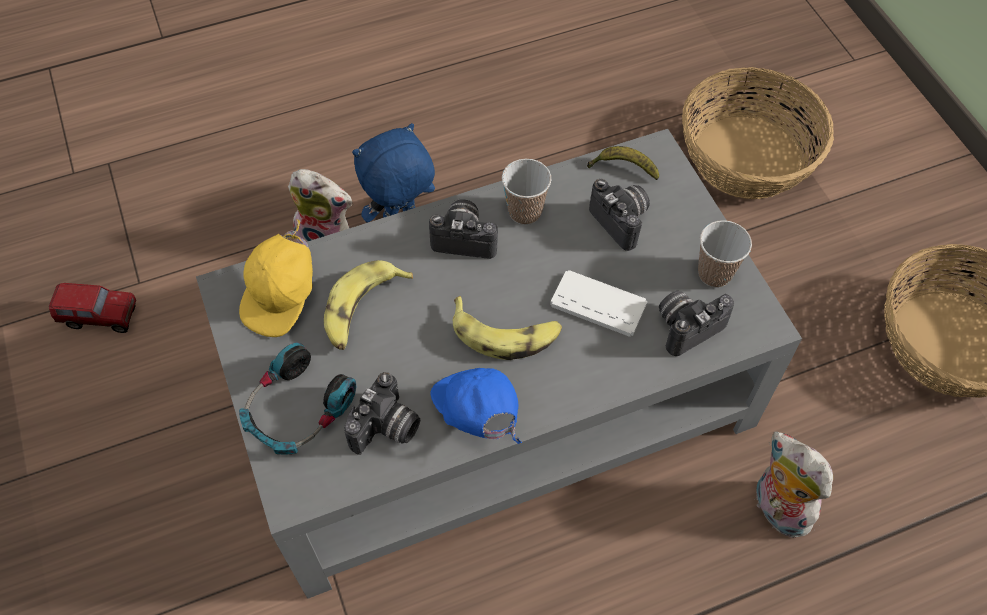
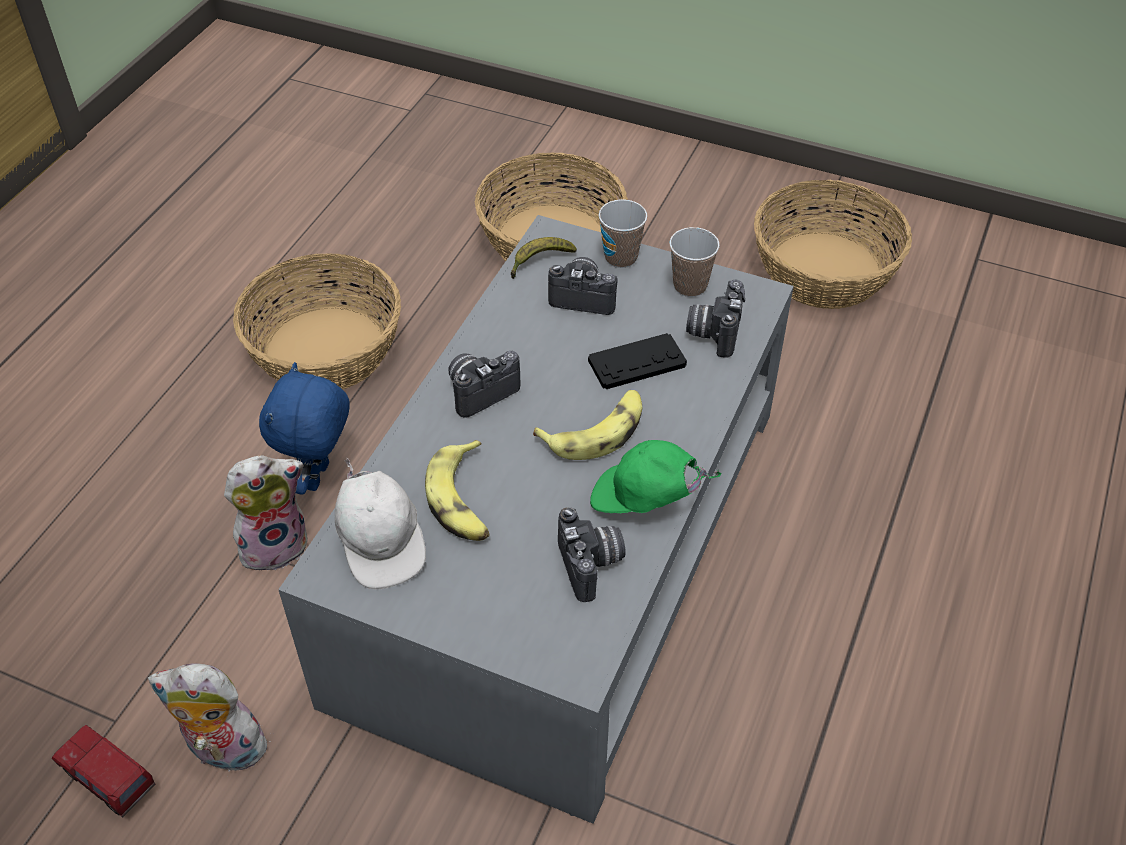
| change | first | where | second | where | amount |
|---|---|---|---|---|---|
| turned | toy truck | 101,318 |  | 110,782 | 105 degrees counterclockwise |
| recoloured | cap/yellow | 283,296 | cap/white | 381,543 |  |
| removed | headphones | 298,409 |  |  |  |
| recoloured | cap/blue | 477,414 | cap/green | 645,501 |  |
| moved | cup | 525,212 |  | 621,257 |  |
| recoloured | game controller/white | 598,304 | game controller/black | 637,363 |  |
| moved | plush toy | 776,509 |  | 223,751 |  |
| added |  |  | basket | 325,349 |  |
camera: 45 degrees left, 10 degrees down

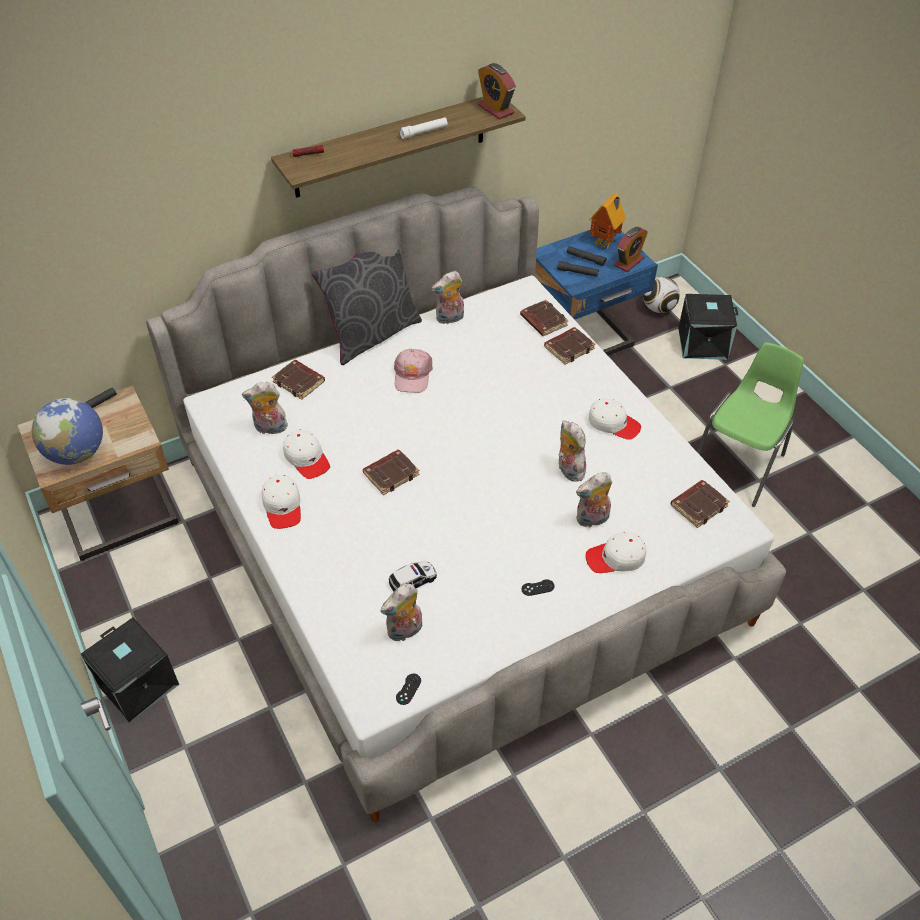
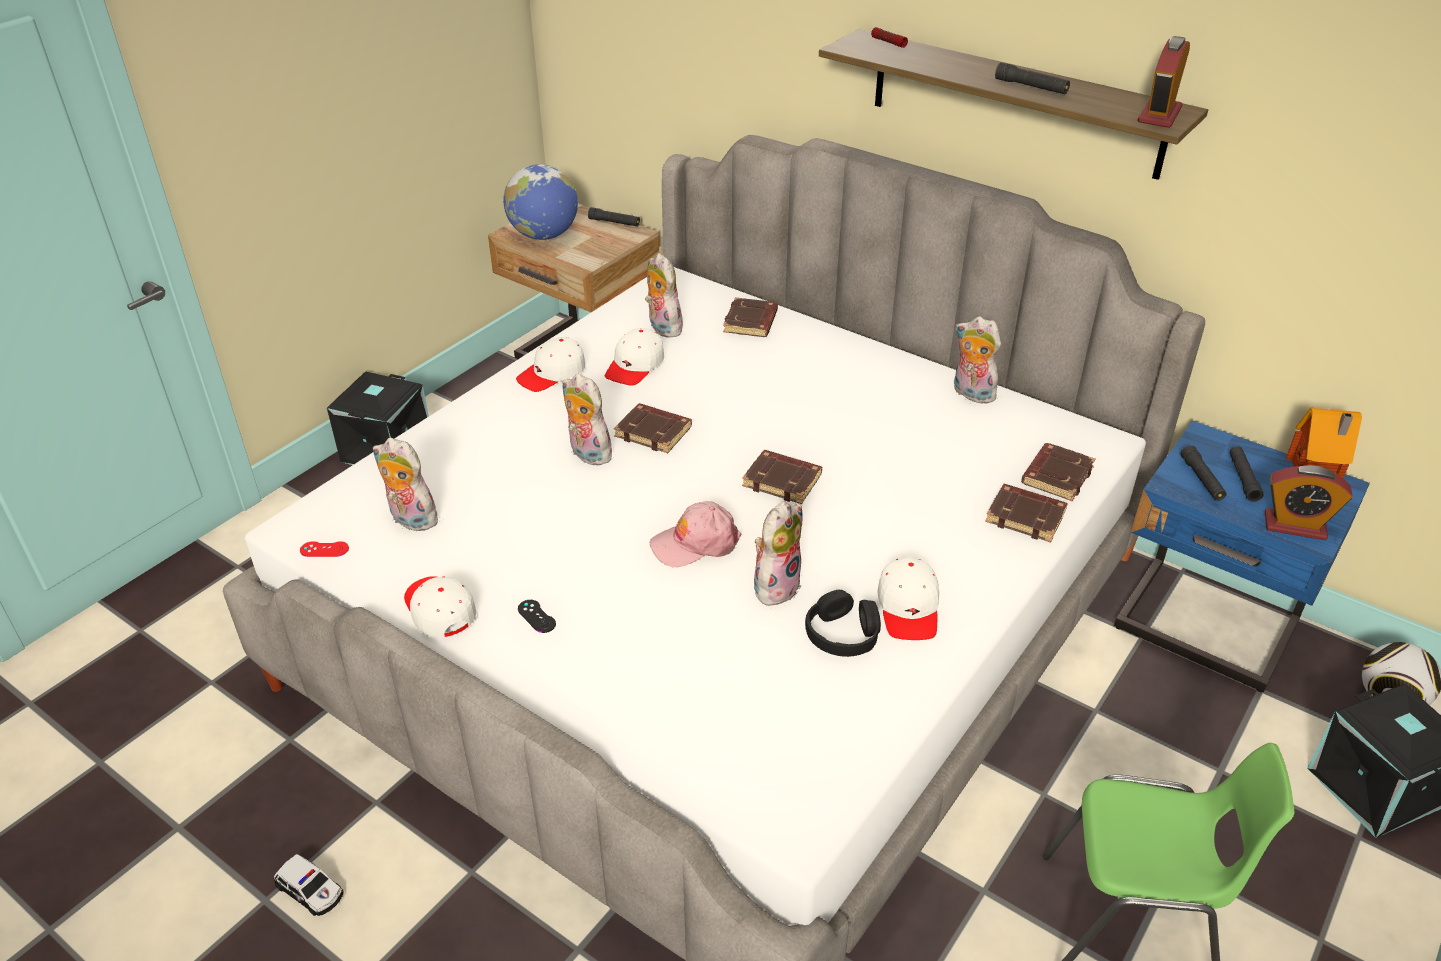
| change | first | where | second | where | amount |
|---|---|---|---|---|---|
| removed | pillow/grey | 372,334 |  |  |  |
| moved | toy car | 413,580 |  | 311,890 |  |
| moved | cap/pink | 412,375 |  | 695,543 |  |
| recoloured | game controller/black | 408,689 | game controller/red | 324,549 |  |
| recoloured | flashlight/white | 424,132 | flashlight/black | 1031,87 |  |
| moved | plush toy | 592,520 |  | 587,454 |  |
| moved | cap/white | 616,558 |  | 439,610 |  |
| moved | book/brown | 698,505 |  | 783,481 |  |
| added |  |  | headphones/black | 842,634 |  |
camera: 65 degrees right, 10 degrees down

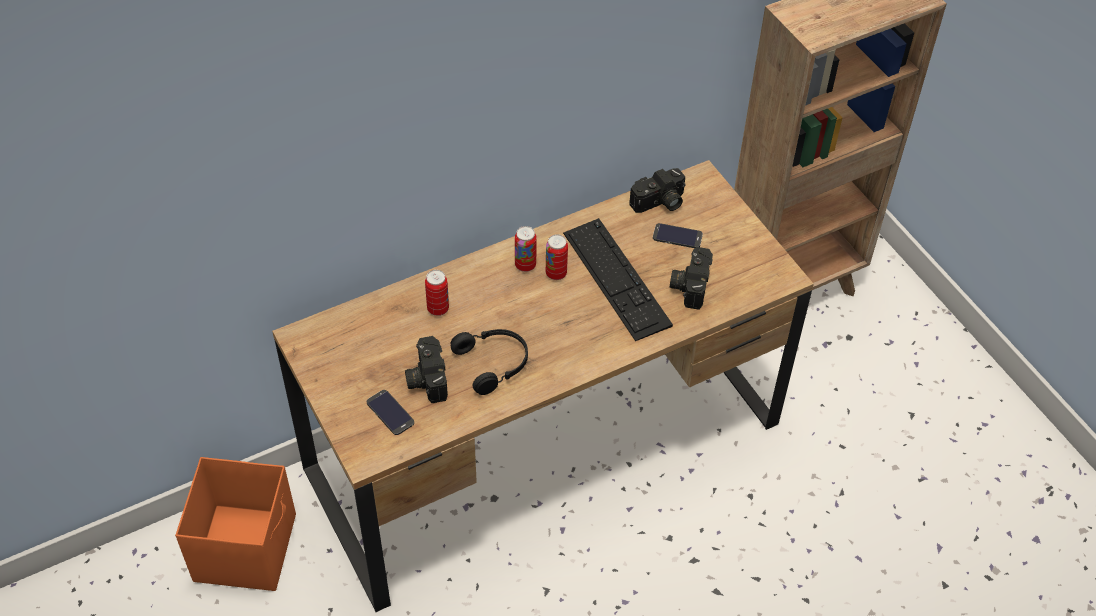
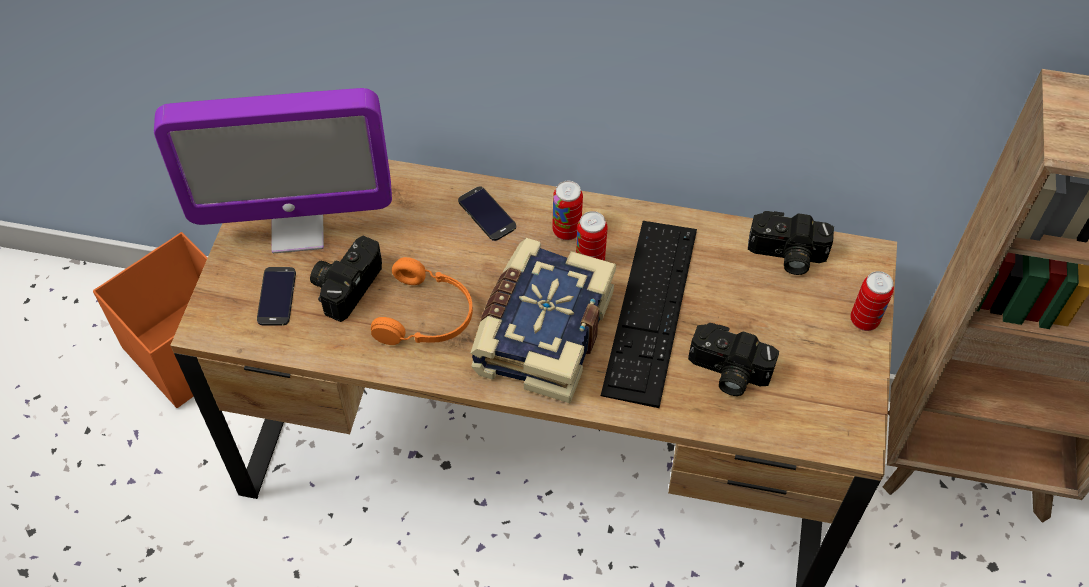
| change | first | where | second | where | amount |
|---|---|---|---|---|---|
| moved | can | 438,309 |  | 864,320 |  |
| recoloured | headphones/black | 494,363 | headphones/orange | 427,315 |  |
| moved | phone | 677,236 |  | 487,214 |  |
| turned | photo camera | 689,284 |  | 727,372 | 120 degrees counterclockwise |
| added |  |  | monitor | 297,228 |  |
| added |  |  | book | 541,332 |  |
camera: 40 degrees right, 5 degrees up

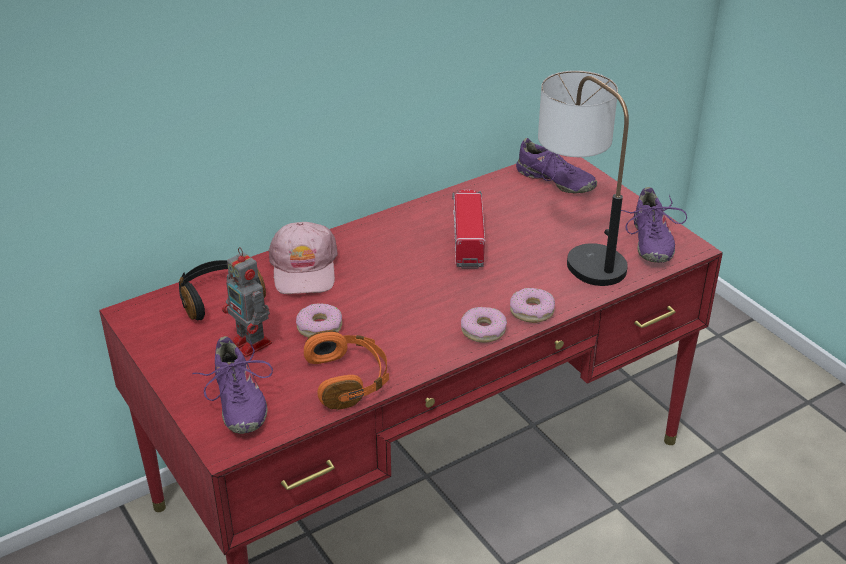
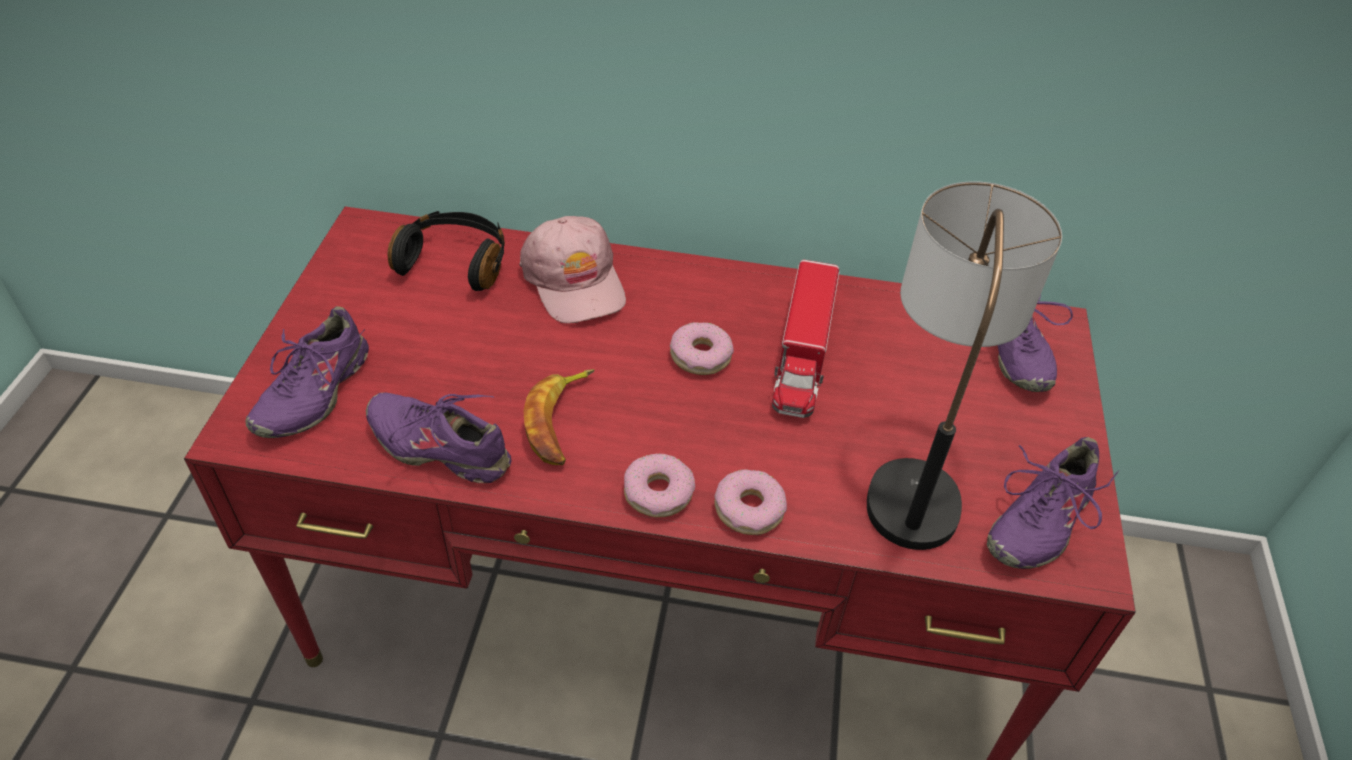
| change | first | where | second | where | amount |
|---|---|---|---|---|---|
| removed | toy robot | 252,344 |  |  |  |
| turned | cap/pink | 304,268 |  | 575,281 | 60 degrees counterclockwise |
| moved | donut | 319,327 |  | 700,356 |  |
| replaced | headphones/orange | 349,380 | shoe/purple | 440,446 |  |
| turned | toy truck | 467,235 |  | 802,354 | 150 degrees clockwise |
| added |  |  | banana | 560,421 |  |
camera: 40 degrees right, 10 degrees up

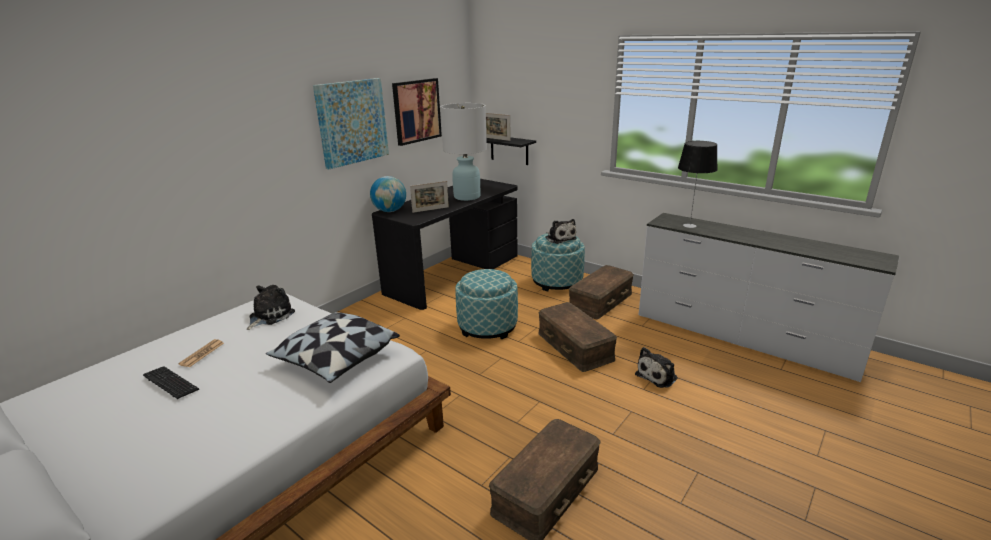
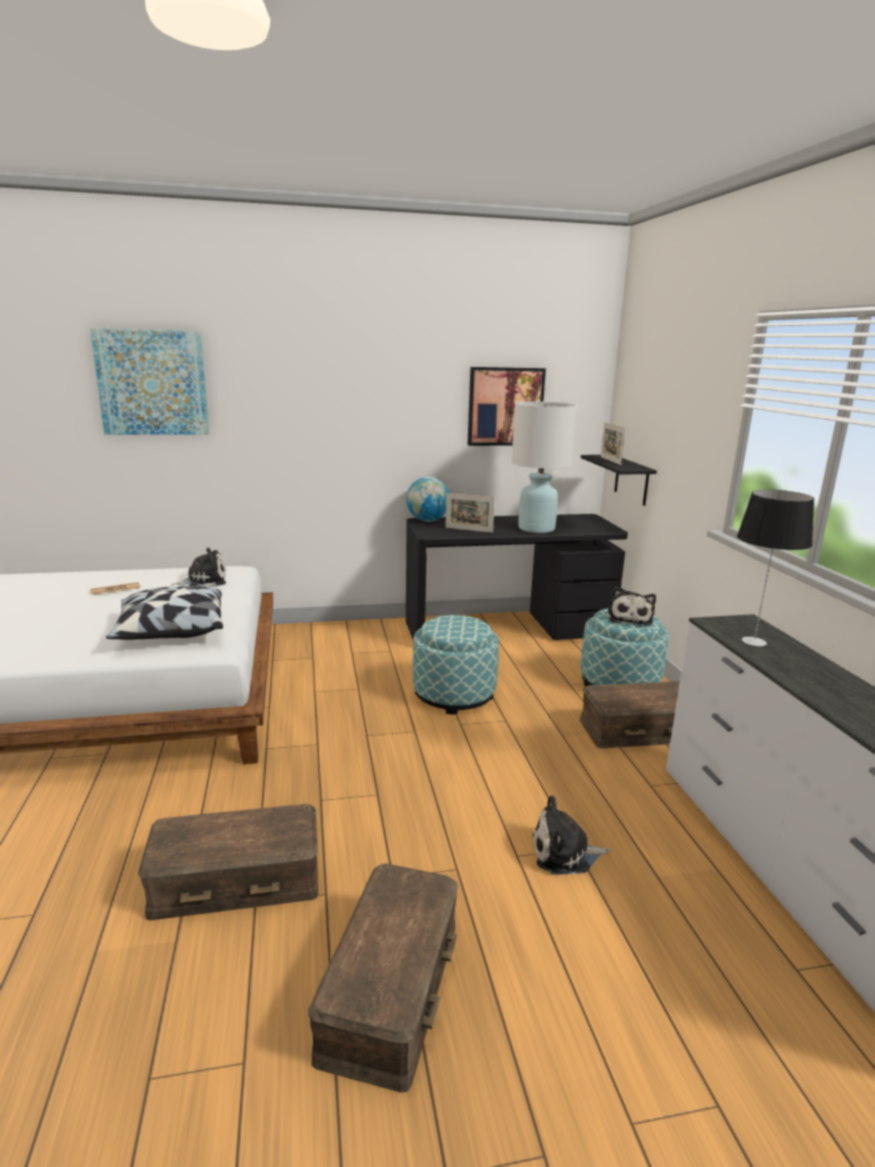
| change | first | where | second | where | amount |
|---|---|---|---|---|---|
| removed | keyboard | 171,383 |  |  |  |
| moved | picture | 352,122 |  | 152,383 |  |
| moved | storage box/brown | 575,346 |  | 392,988 |  |
camera: 40 degrees right, 5 degrees down

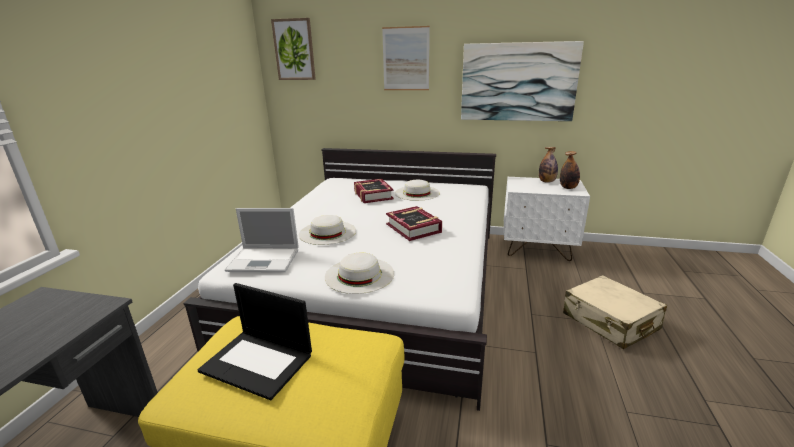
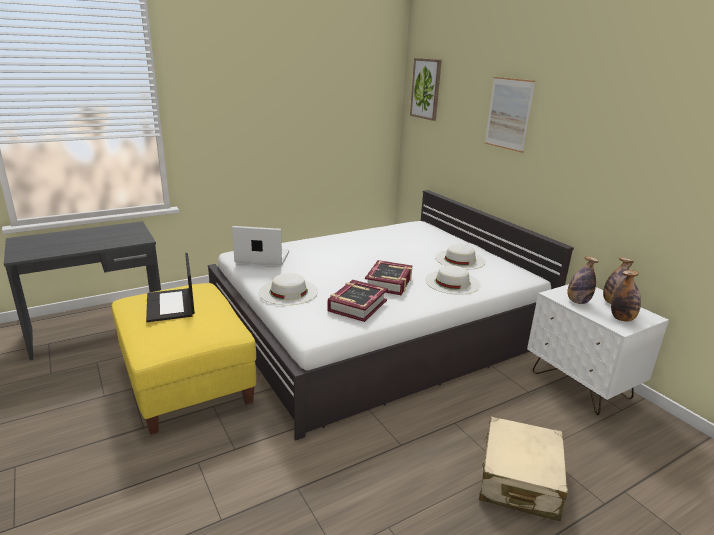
| change | first | where | second | where | amount |
|---|---|---|---|---|---|
| turned | laptop | 265,260 |  | 261,257 | 135 degrees clockwise |
| moved | hat/white | 327,232 |  | 452,282 |  |
| moved | book | 373,195 |  | 357,305 |  |
| removed | picture | 518,82 |  |  |  |
| added |  |  | bottle | 577,302 |  |
camera: 45 degrees right, 0 degrees up

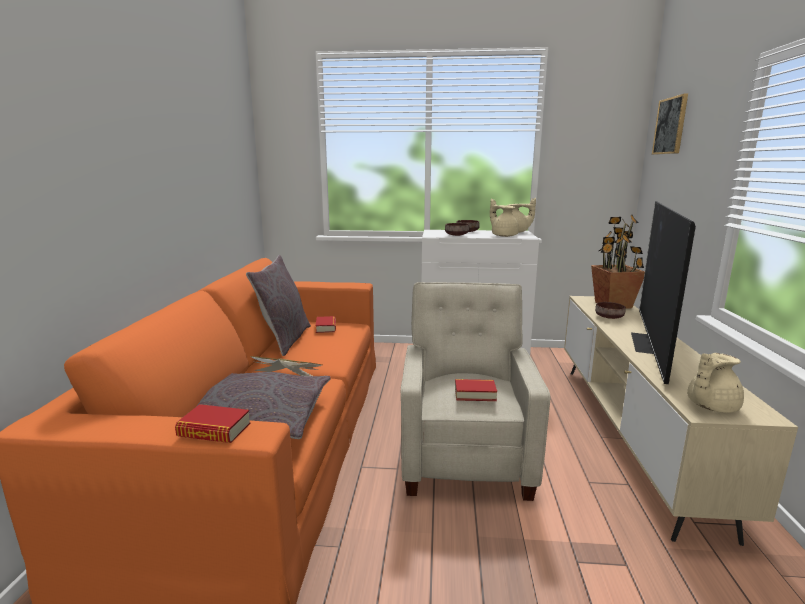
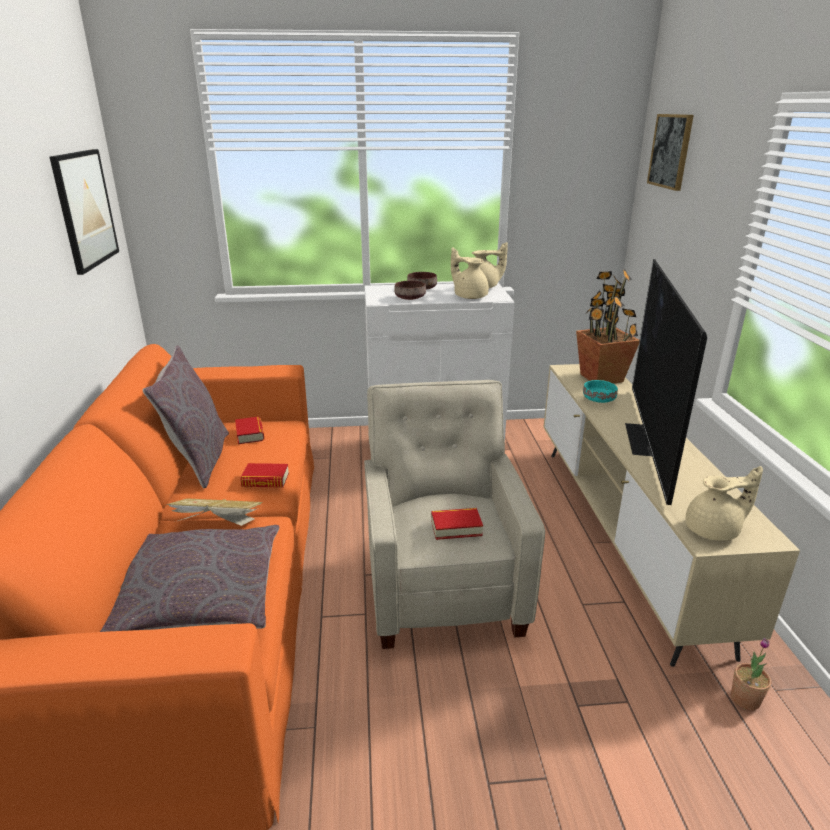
| change | first | where | second | where | amount |
|---|---|---|---|---|---|
| moved | book | 214,430 |  | 265,480 |  |
| recoloured | bowl/brown | 609,317 | bowl/turquoise | 599,399 |  |
| turned | teapot/beige | 710,406 |  | 714,530 | 150 degrees counterclockwise |
| added |  |  | picture | 85,209 |  |
| added |  |  | potted plant | 745,699 |  |
camera: 10 degrees left, 10 degrees up

